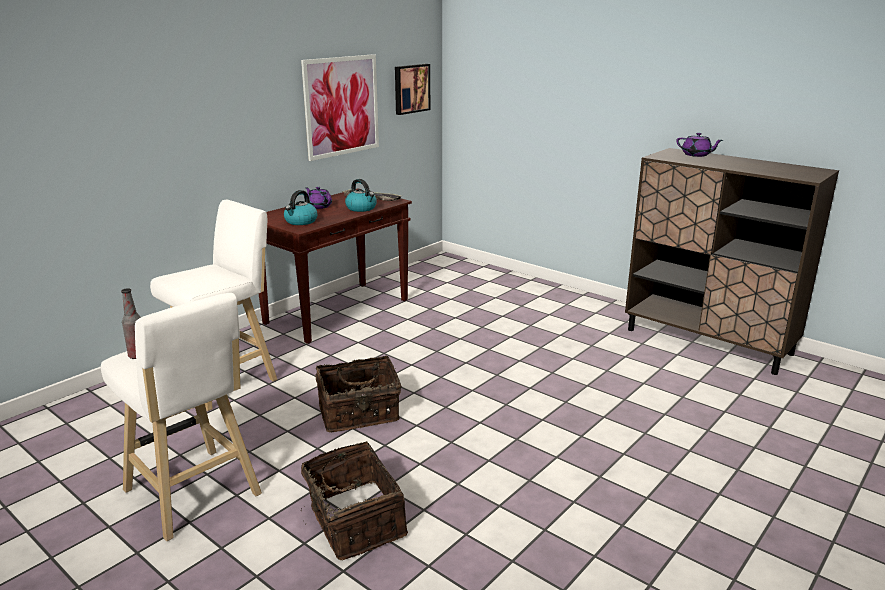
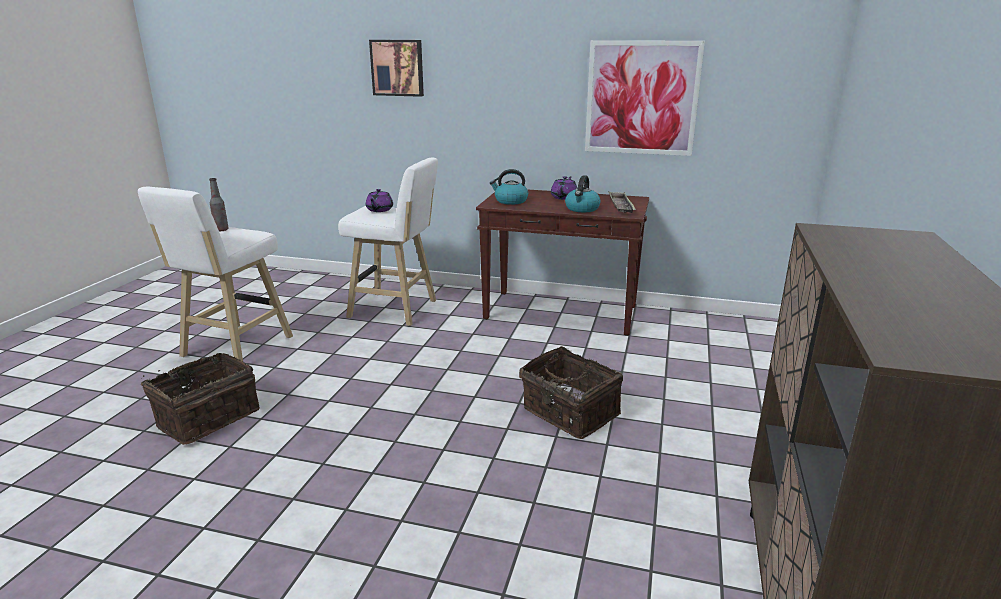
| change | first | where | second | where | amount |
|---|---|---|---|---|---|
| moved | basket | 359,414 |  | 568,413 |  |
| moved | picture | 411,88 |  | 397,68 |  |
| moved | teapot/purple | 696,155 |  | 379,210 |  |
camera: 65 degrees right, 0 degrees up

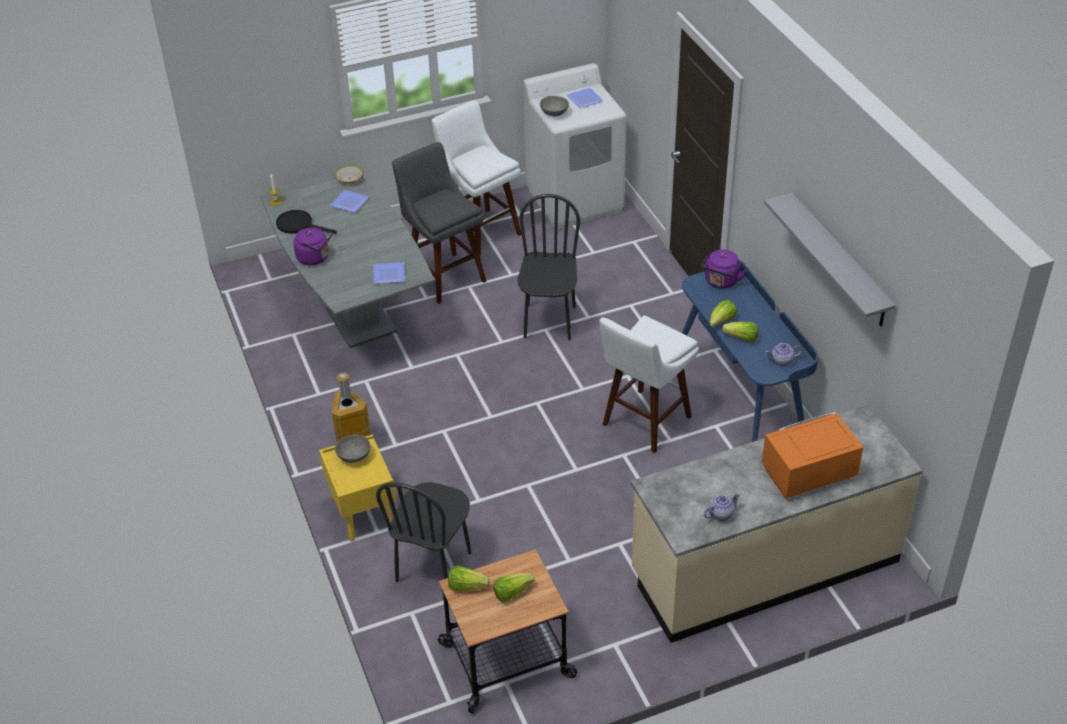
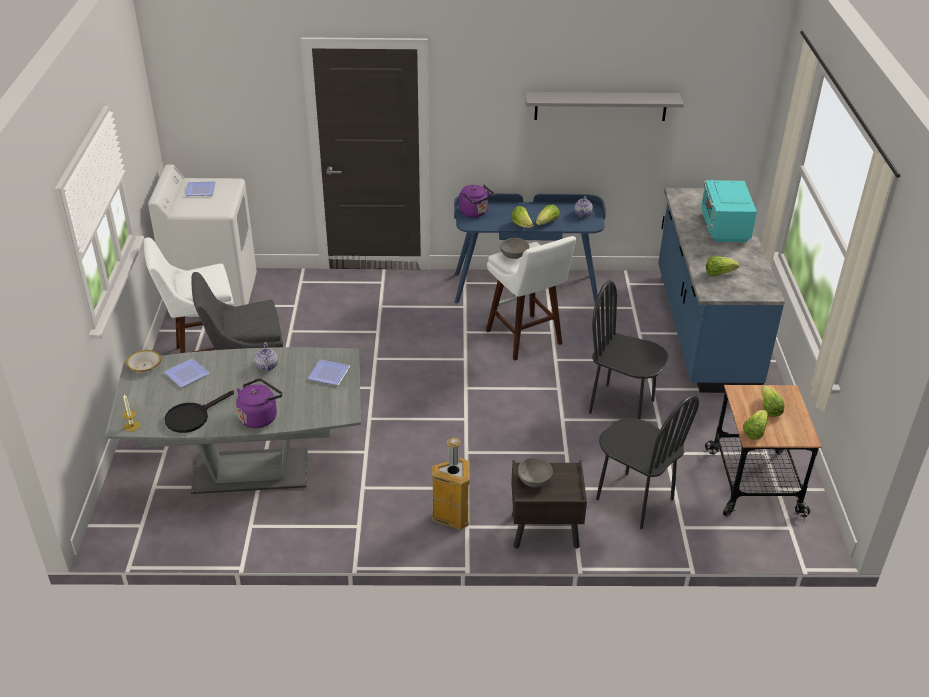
| change | first | where | second | where | amount |
|---|---|---|---|---|---|
| recoloured | nightstand/yellow | 362,512 | nightstand/brown | 544,531 |  |
| moved | chair/black | 549,322 |  | 621,406 |  |
| moved | bowl/grey | 553,113 |  | 513,256 |  |
| recoloured | counter/beige | 764,567 | counter/blue | 703,329 |  |
| moved | teapot | 721,514 |  | 266,366 |  |
| recoloured | microwave/orange | 807,474 | microwave/turquoise | 724,228 |  |
| added |  |  | lettuce | 719,273 |  |
camera: 70 degrees left, 5 degrees down

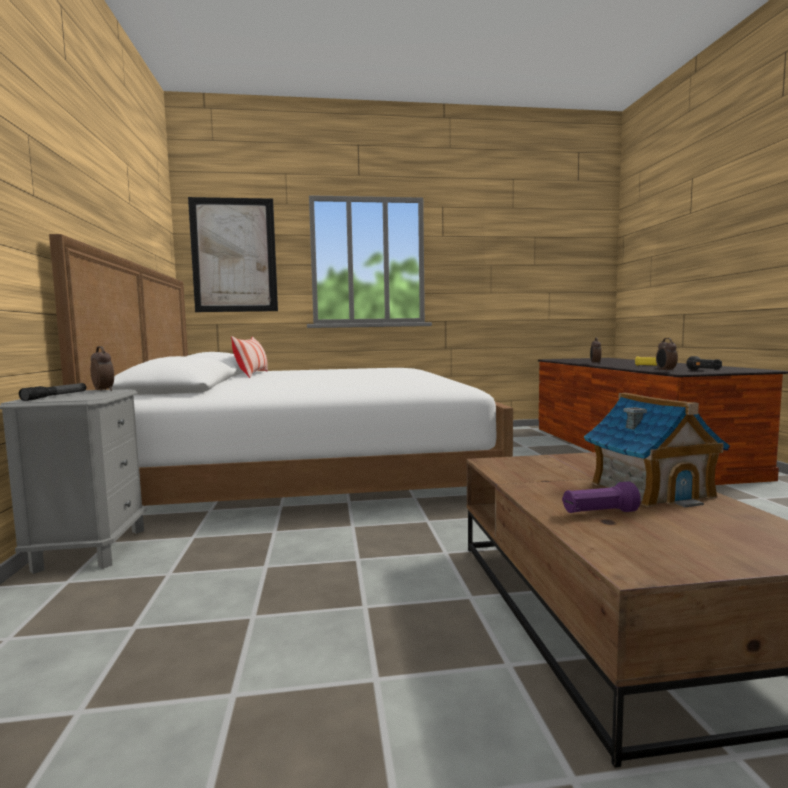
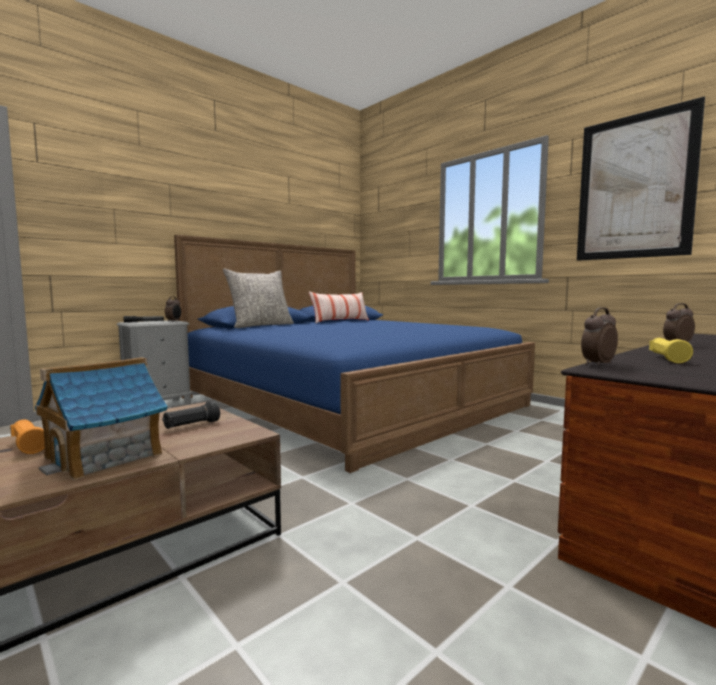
| change | first | where | second | where | amount |
|---|---|---|---|---|---|
| recoloured | bed/white | 310,466 | bed/blue | 350,401 |  |
| moved | picture | 234,255 |  | 634,187 |  |
| recoloured | flashlight/purple | 599,513 | flashlight/orange | 28,446 |  |
| moved | flashlight/black | 704,370 |  | 191,426 |  |
| added |  |  | pillow/grey | 260,326 |  |
camera: 55 degrees right, 0 degrees up

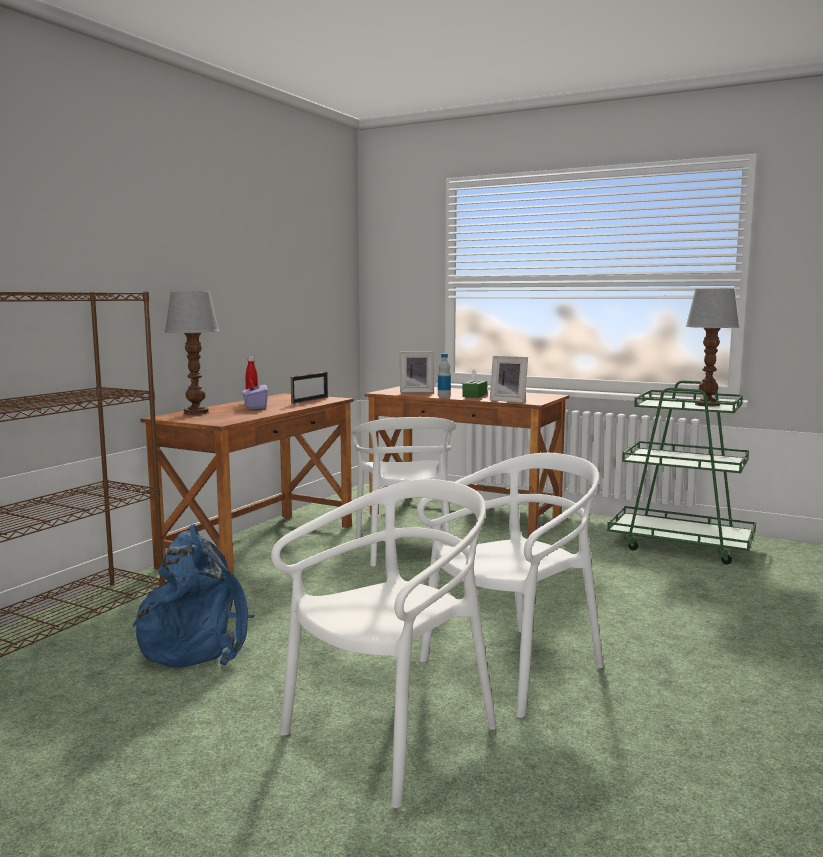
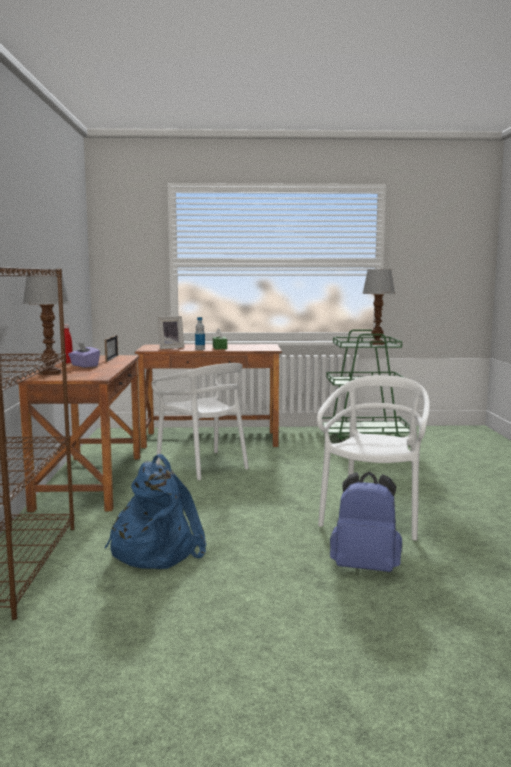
| change | first | where | second | where | amount |
|---|---|---|---|---|---|
| replaced | chair/white | 392,736 | backpack/blue | 366,567 |  |
| removed | picture frame | 509,400 |  |  |  |
camera: 30 degrees left, 0 degrees up

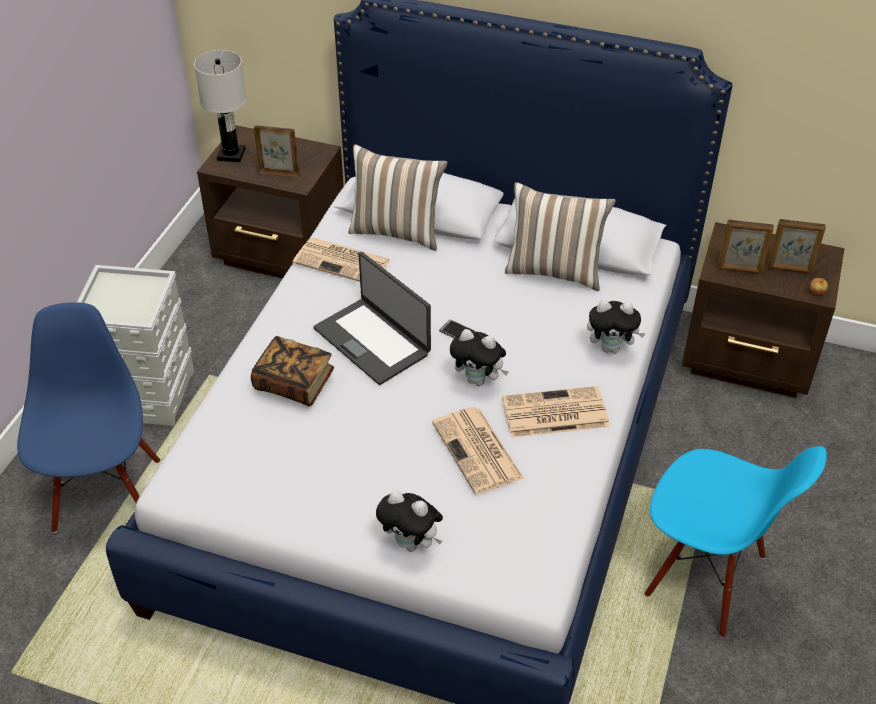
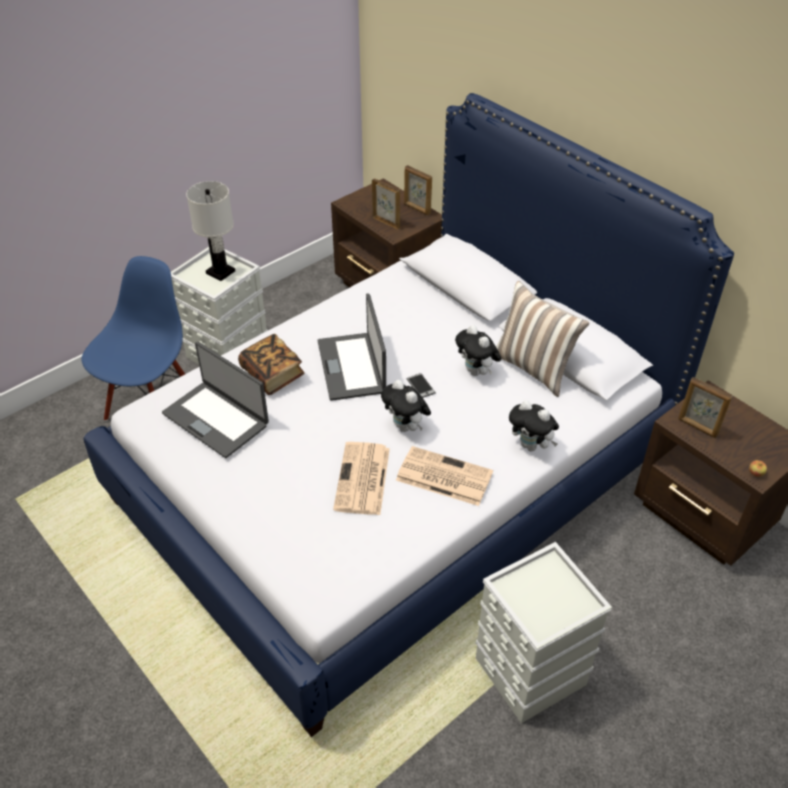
| change | first | where | second | where | amount |
|---|---|---|---|---|---|
| moved | table lamp/white | 231,154 |  | 220,272 |  |
| removed | newspaper | 343,261 |  |  |  |
| removed | pillow | 397,231 |  |  |  |
| moved | plush toy | 411,543 |  | 476,372 |  |
| replaced | chair/blue | 705,577 | storage box/grey | 530,673 |  |
| moved | picture frame | 789,269 |  | 417,209 |  |
| added |  |  | laptop | 216,418 |  |
camera: 30 degrees right, 0 degrees up

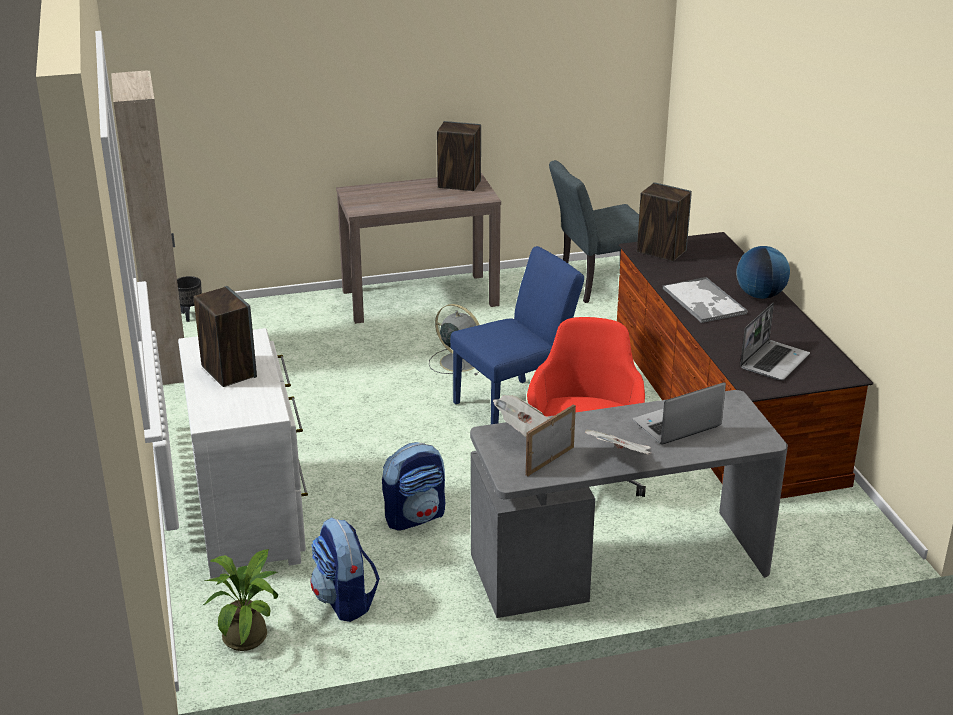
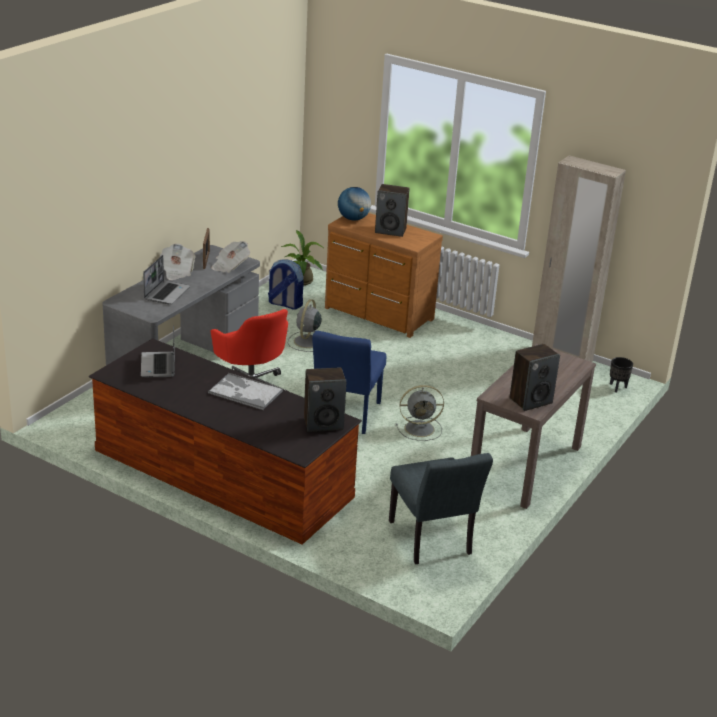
| change | first | where | second | where | amount |
|---|---|---|---|---|---|
| recoloured | dresser/white | 251,514 | dresser/brown | 378,315 |  |
| replaced | backpack | 415,517 | fan/grey | 306,342 |  |
| turned | chair/grey | 597,285 |  | 432,542 | 135 degrees clockwise |
| moved | globe | 760,295 |  | 353,219 |  |
camera: 135 degrees right, 0 degrees up

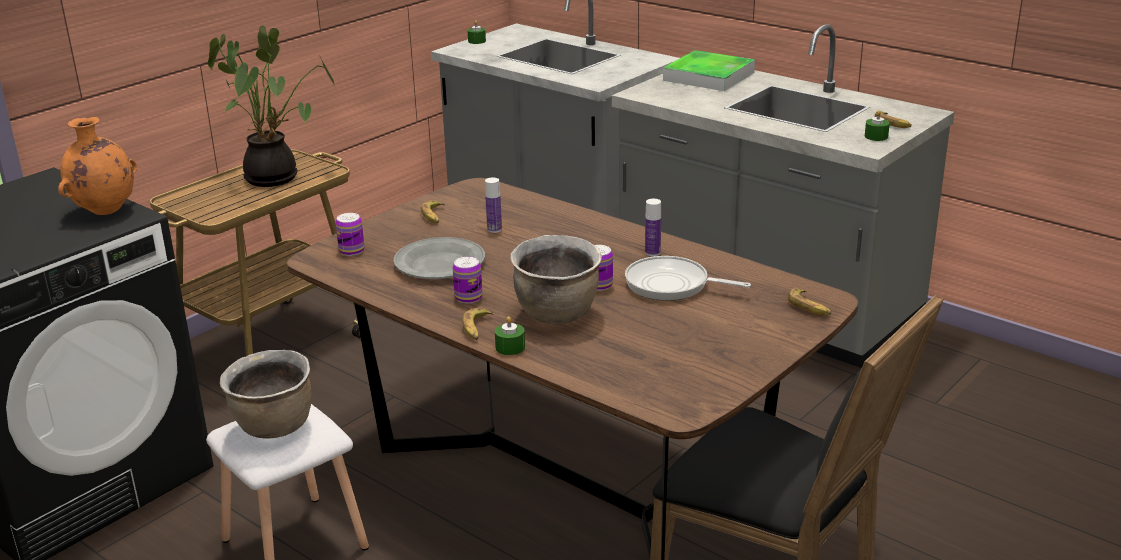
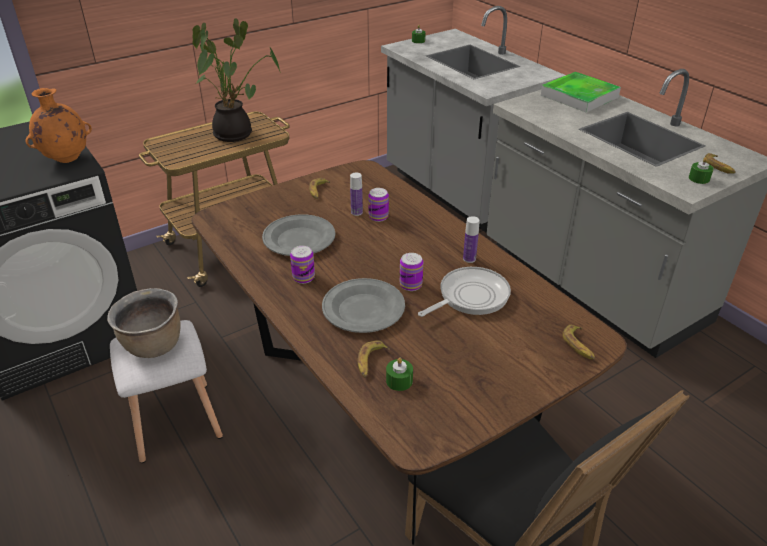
| change | first | where | second | where | amount |
|---|---|---|---|---|---|
| moved | can | 351,250 |  | 378,217 |  |
| moved | banana | 477,328 |  | 371,362 |  |
| moved | candle/green | 510,347 |  | 399,381 |  |
| replaced | cooking pot/brown | 558,314 | plate/grey | 364,309 |  |
| turned | frying pan | 672,285 |  | 470,297 | 105 degrees clockwise |
camera: 15 degrees right, 10 degrees up

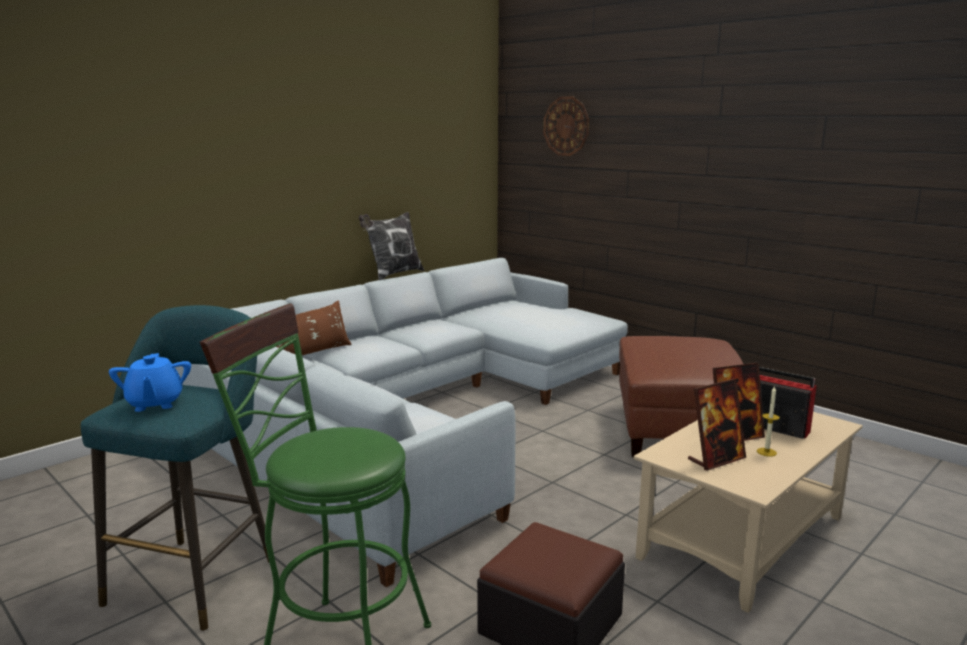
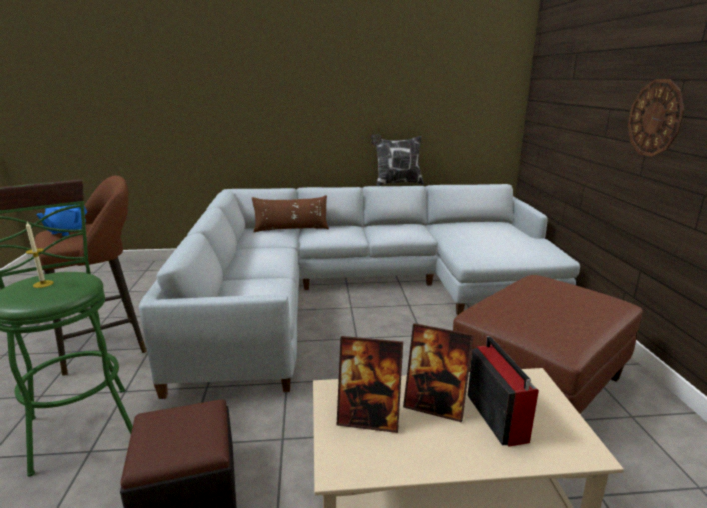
| change | first | where | second | where | amount |
|---|---|---|---|---|---|
| recoloured | stool/turquoise | 197,576 | stool/brown | 108,344 |  |
| moved | wall clock | 566,126 |  | 655,118 |  |
| moved | candle | 766,452 |  | 43,284 |  |
camera: 40 degrees right, 5 degrees up

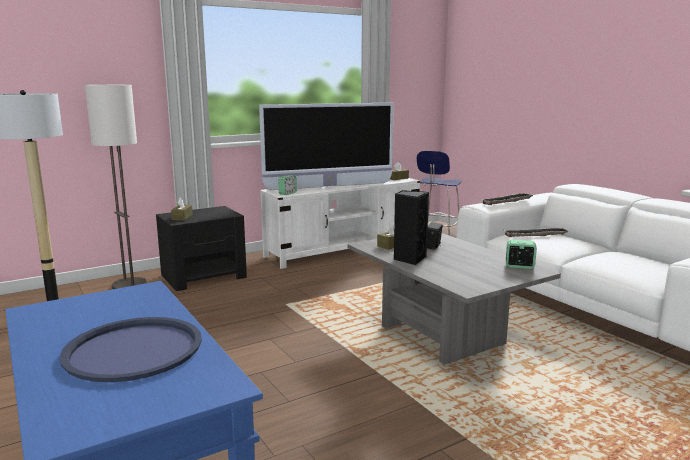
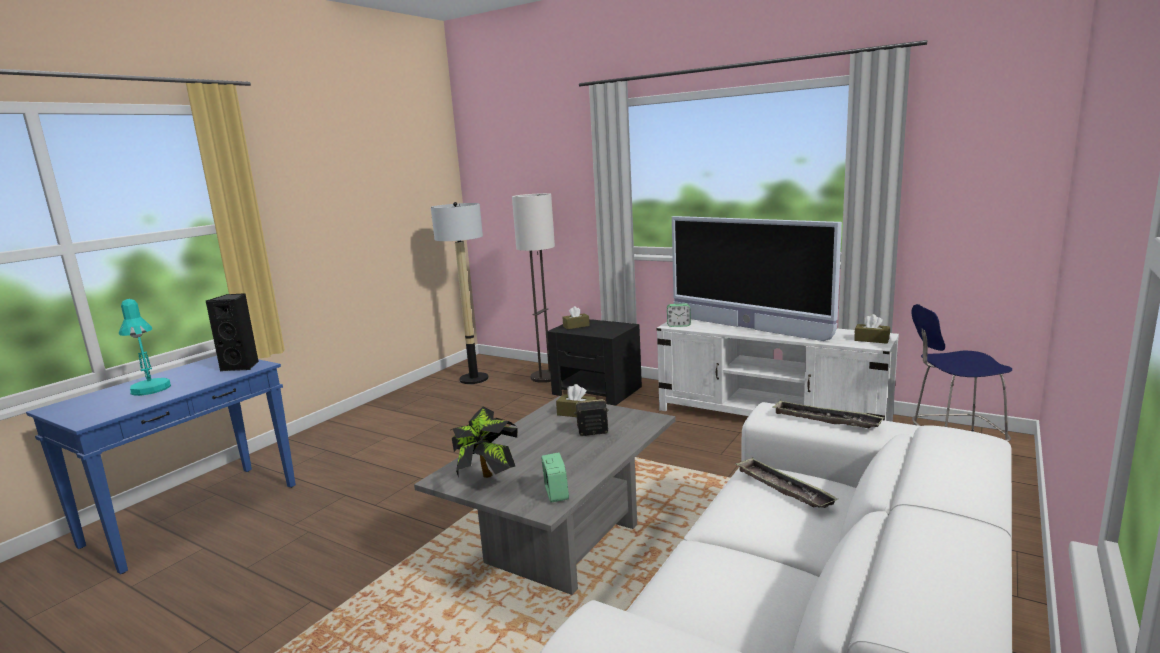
| change | first | where | second | where | amount |
|---|---|---|---|---|---|
| replaced | tray/blue | 133,350 | table lamp/turquoise | 151,391 |  |
| moved | speaker/black | 409,259 |  | 242,366 |  |
| added |  |  | potted plant | 486,480 |  |
camera: 65 degrees right, 0 degrees up

